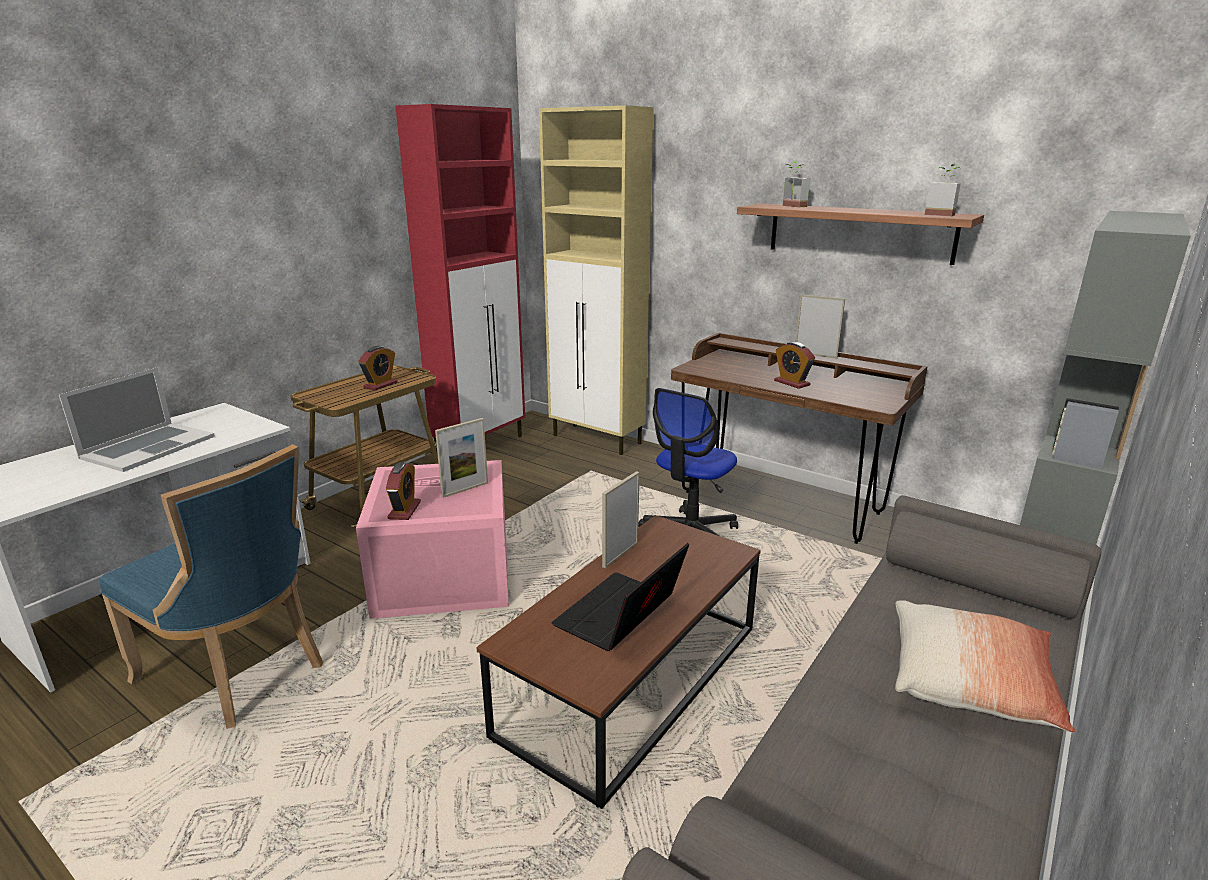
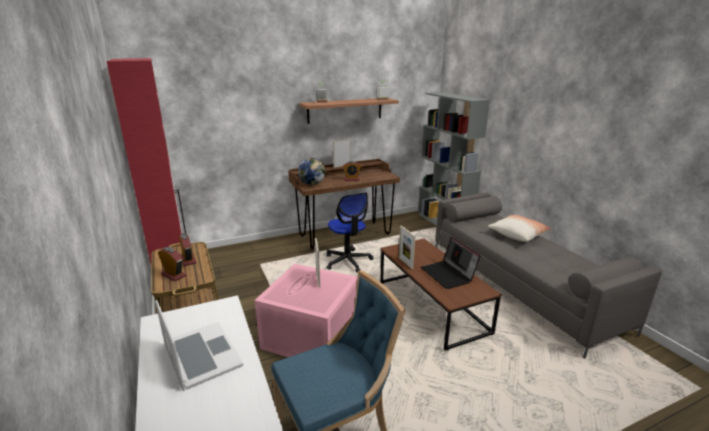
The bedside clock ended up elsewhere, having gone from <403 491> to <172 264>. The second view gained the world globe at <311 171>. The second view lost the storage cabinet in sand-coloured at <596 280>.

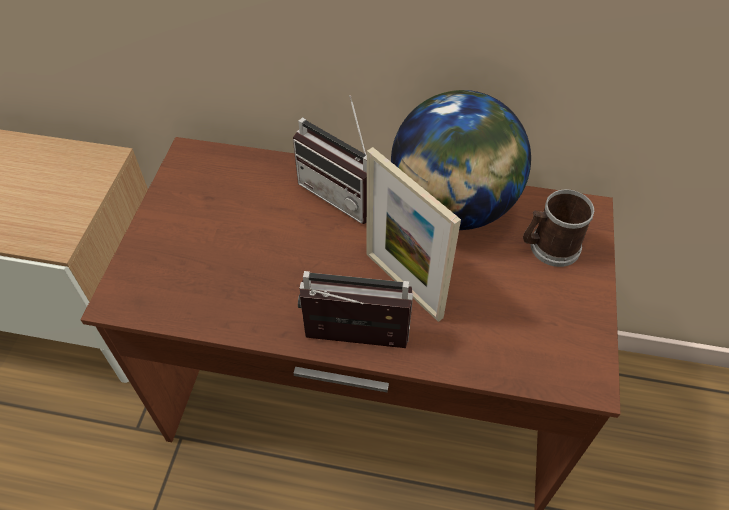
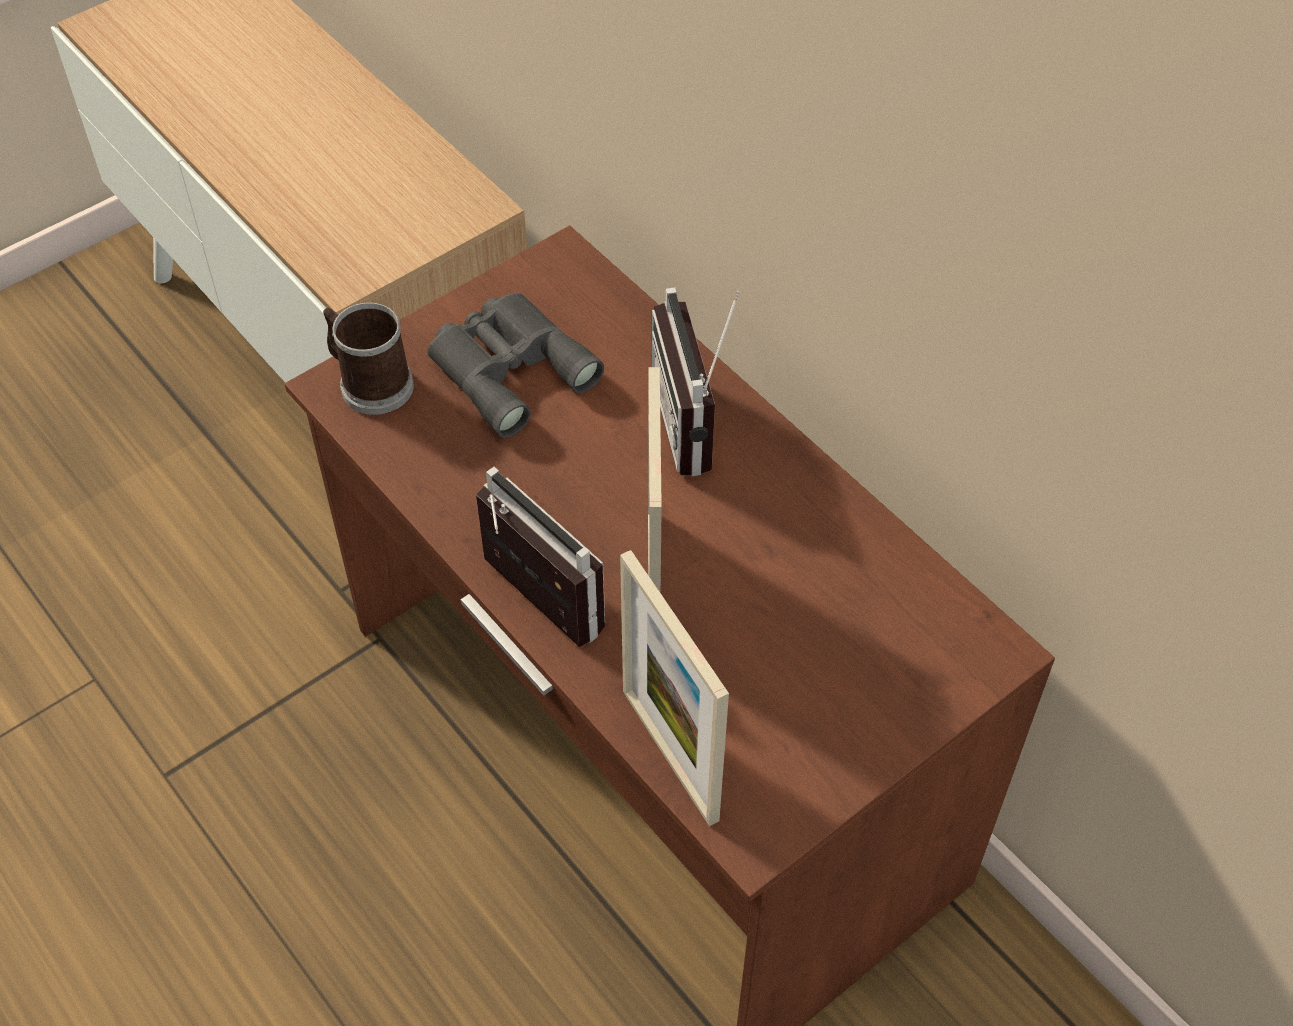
The mug ended up elsewhere, having gone from <558 228> to <368 358>. The second view gained the pair of binoculars in greyish at <515 365>. The second view gained the standing frame at <674 688>. The second view lost the world globe at <461 160>.

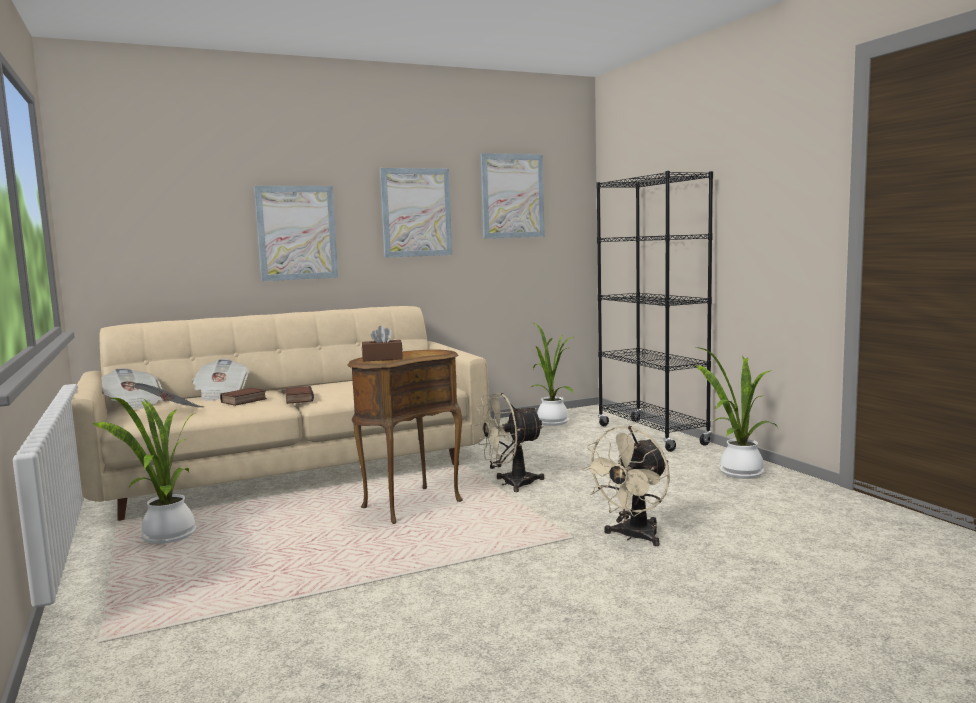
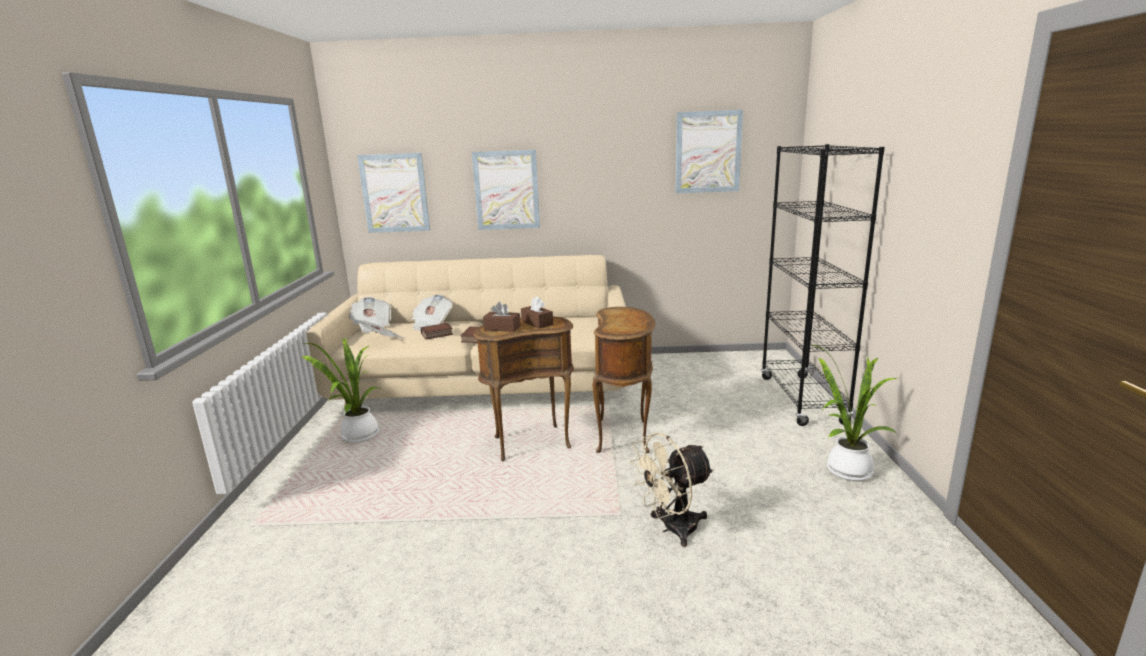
The wall art ended up elsewhere, having gone from <416 213> to <393 193>. The second view gained the box of tissues in brown at <537 312>. Where the cooling fan in sand-coloured stood at <509 442>, the accent table in brown came to stand at <624 380>. The second view lost the houseplant at <552 374>.

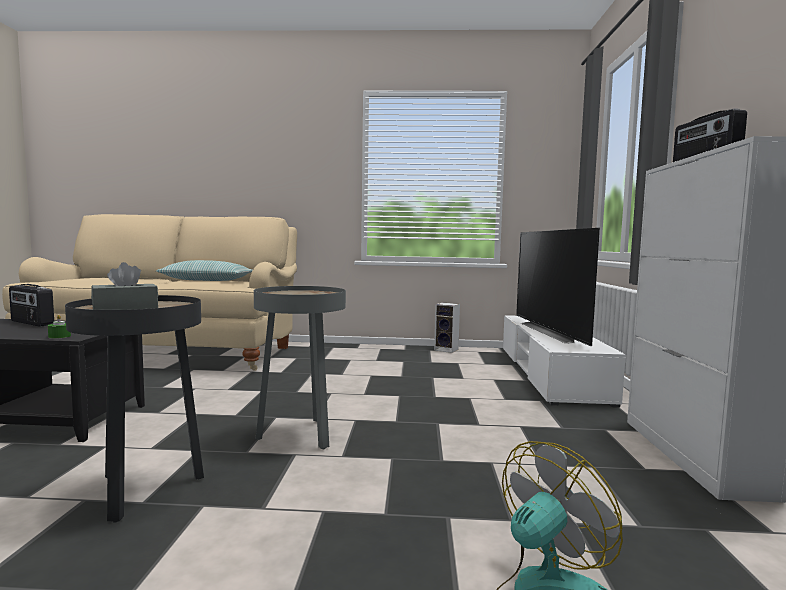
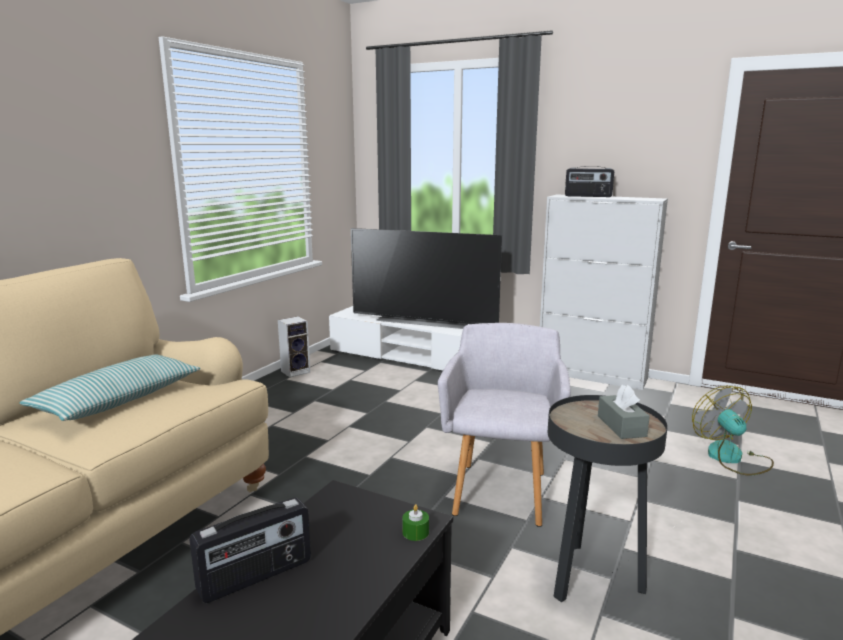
Where the accent table in greyish stood at <300 367>, the easy chair in greyish came to stand at <504 425>.

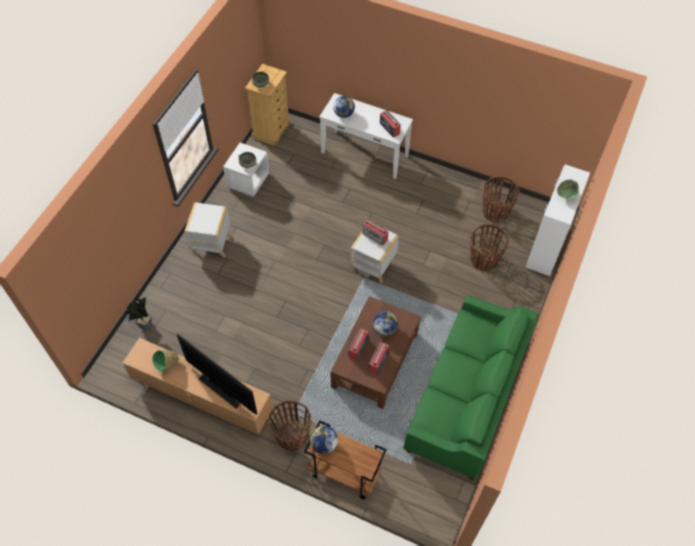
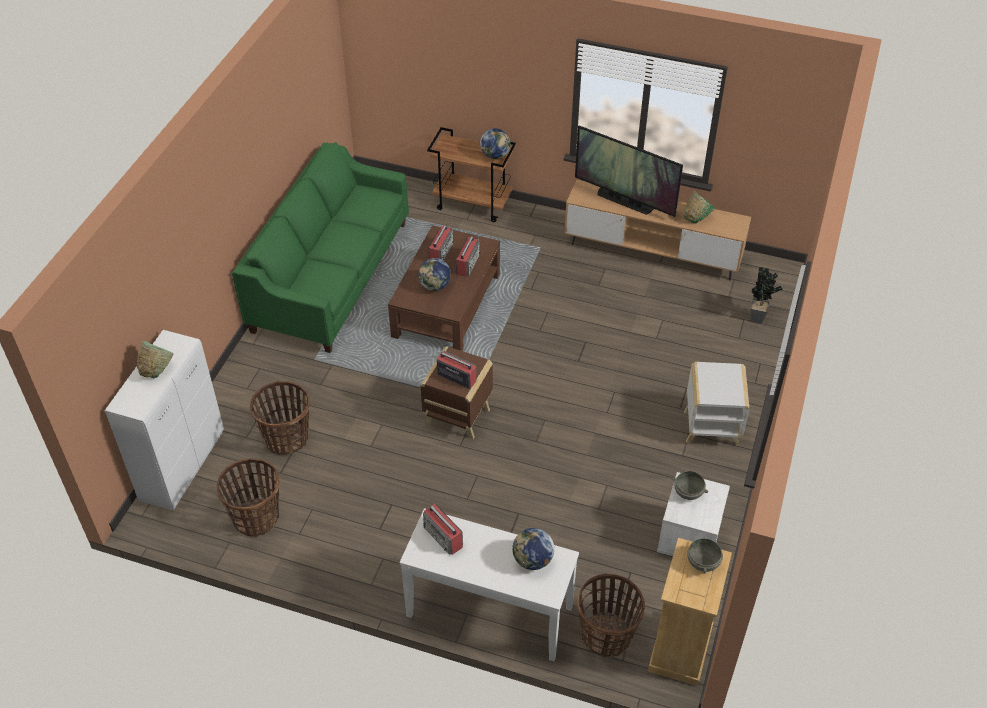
What was the accent table in whitish at <374 256> turned into the accent table in brown at <457 392>. The storage basket ended up elsewhere, having gone from <290 425> to <611 615>.

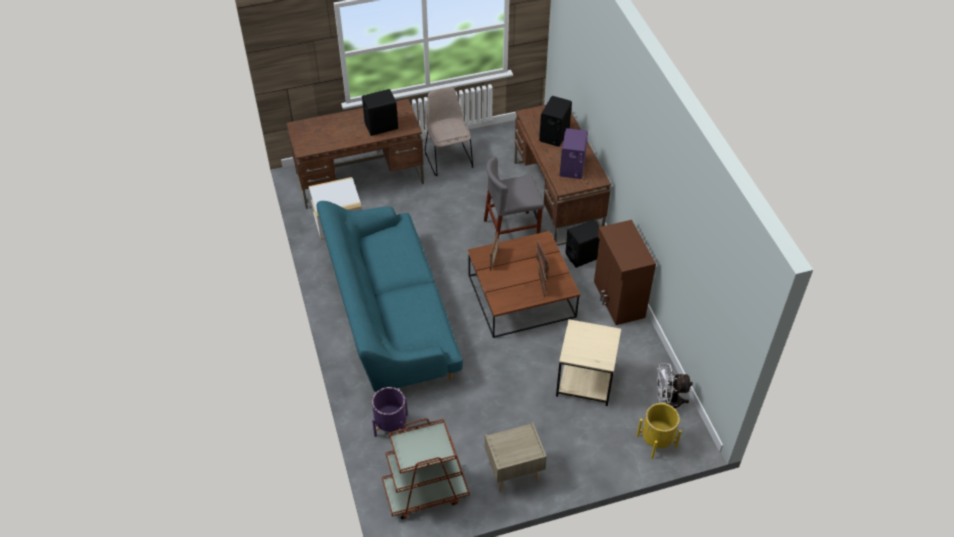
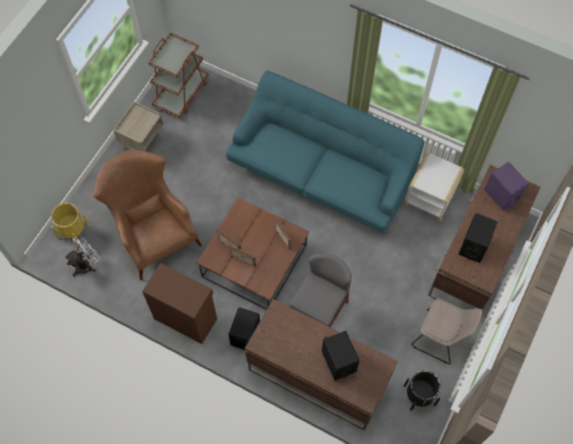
Where the accent table in sand-coloured stood at <588 362>, the easy chair in brown came to stand at <147 215>. The second view gained the planter in black-coloured at <422 390>. The loudspeaker in purplish ended up elsewhere, having gone from <574 153> to <506 186>. The second view lost the planter in purplish at <390 412>.

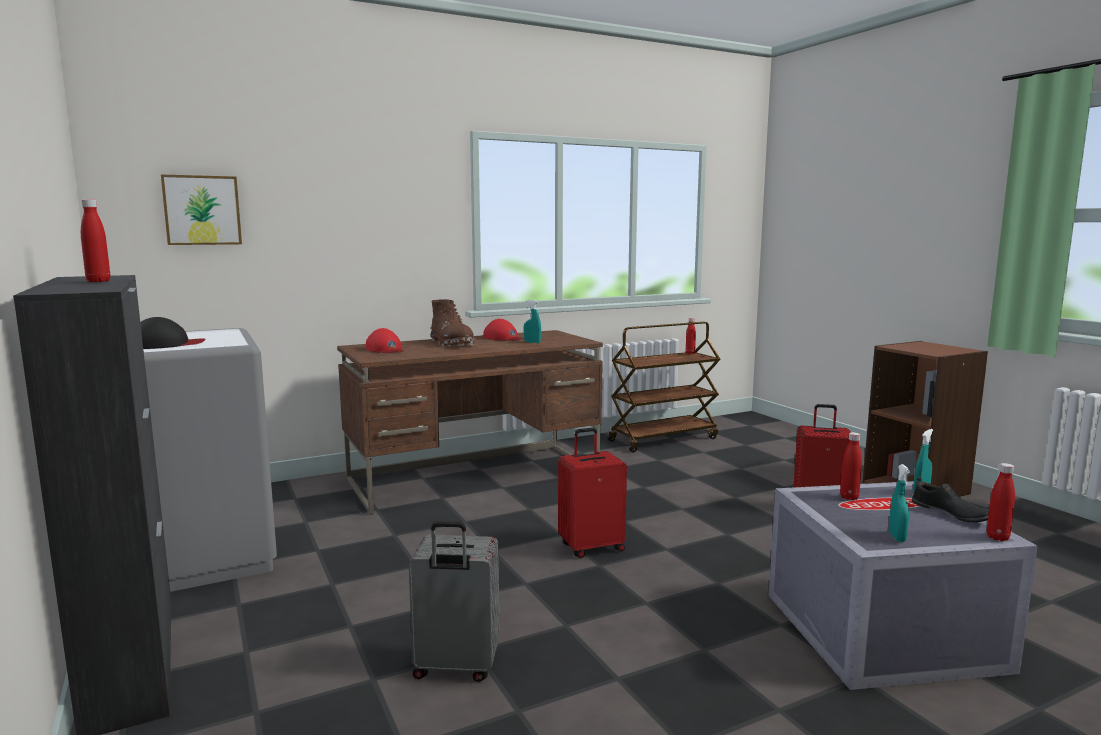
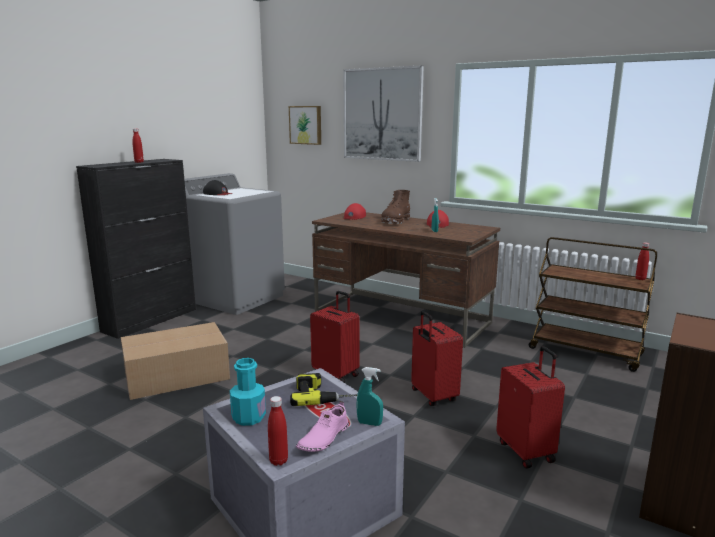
Where the travel case in greyish stood at <454 601>, the packing box came to stand at <175 361>. Where the spray bottle in blue-green stood at <899 503>, the bottle in blue-green came to stand at <248 392>. Where the bottle in reddish stood at <851 466>, the power drill came to stand at <324 389>. What was the item of footwear in black-coloured at <950 499> turned into the item of footwear in pink-coloured at <322 426>. The second view gained the wall art at <383 113>. The second view gained the travel case in reddish at <437 358>.

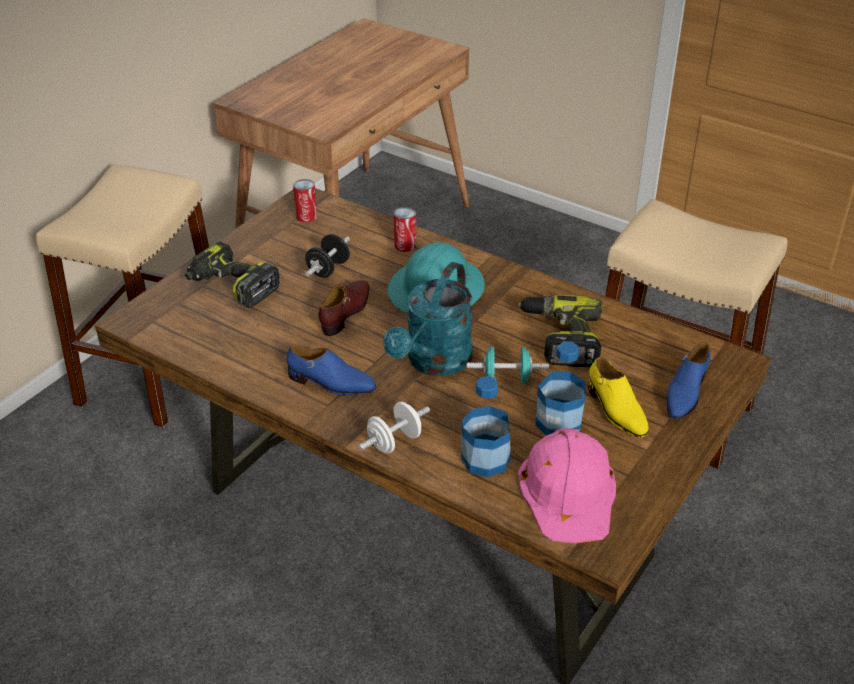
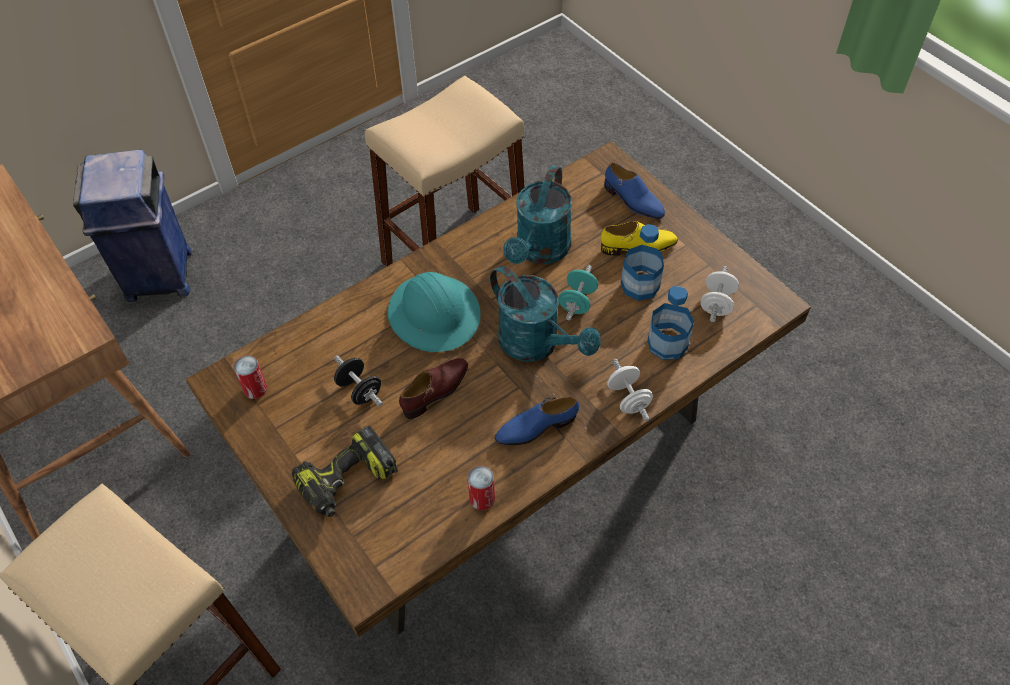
The second view gained the waste bin in blue at <132 226>. The item of footwear in brown at <344 308> ended up facing another way, 90 degrees clockwise from before. The sealed can ended up elsewhere, having gone from <405 229> to <481 488>. The item of footwear in blue at <331 370> ended up facing another way, 150 degrees counterclockwise from before. Where the power drill stood at <560 331>, the watering can in blue-green came to stand at <537 214>. Where the safety helmet in pink-coloured stood at <567 485>, the dumbbell in whitish came to stand at <720 294>.

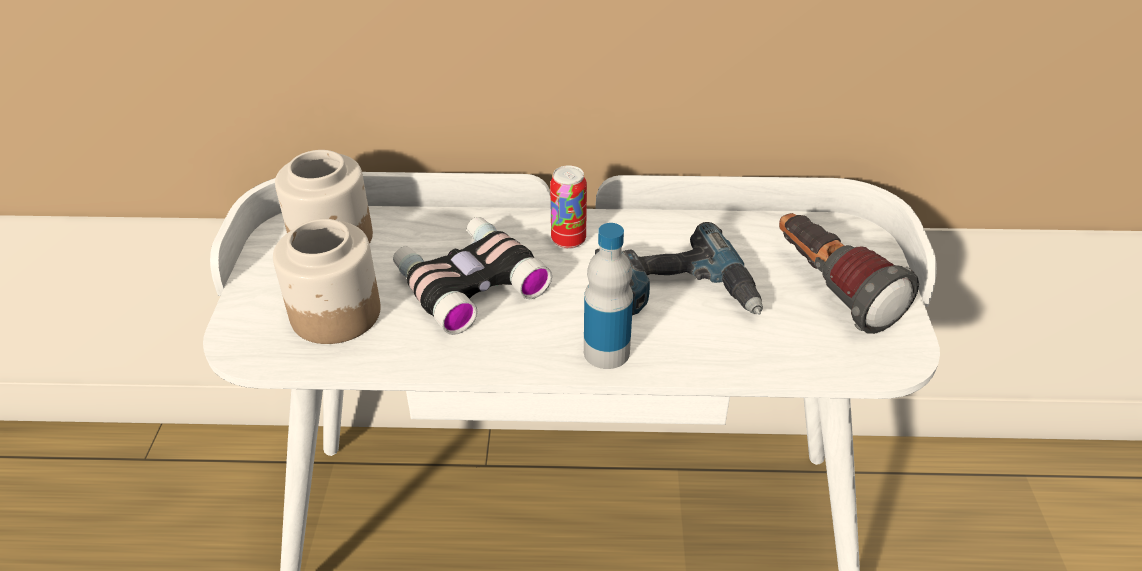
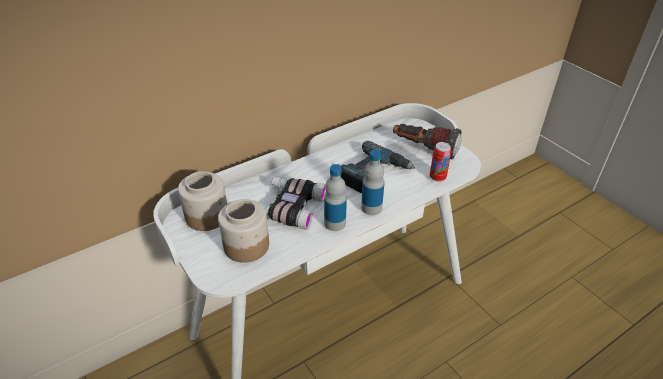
The second view gained the bottle at <335 197>. The sealed can ended up elsewhere, having gone from <568 207> to <440 162>.

